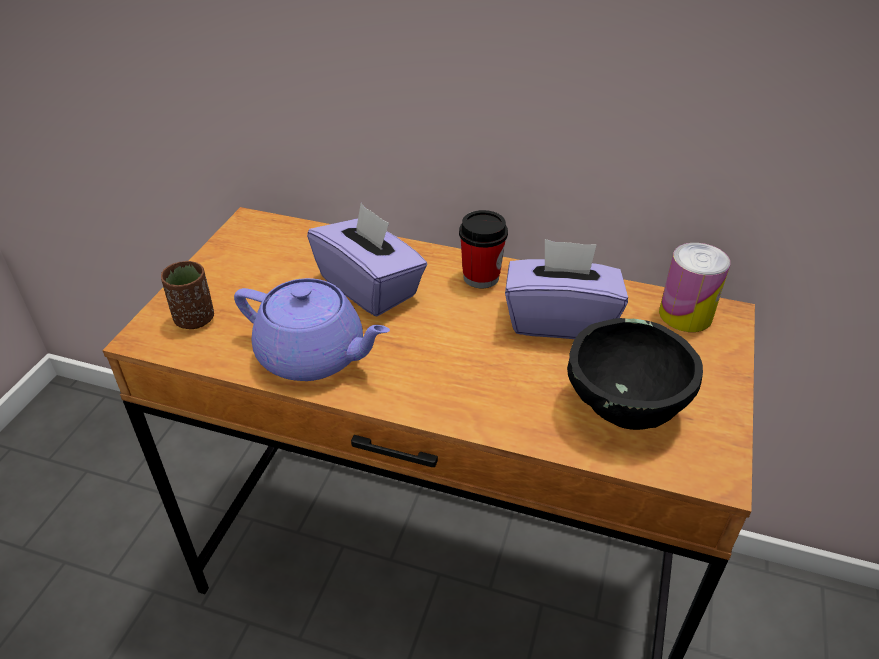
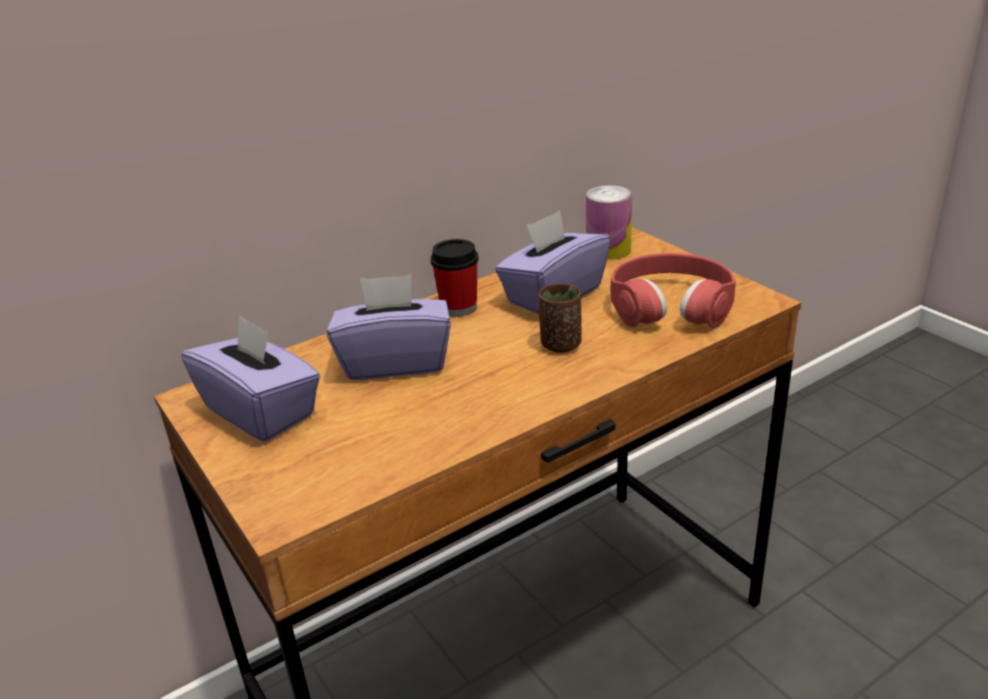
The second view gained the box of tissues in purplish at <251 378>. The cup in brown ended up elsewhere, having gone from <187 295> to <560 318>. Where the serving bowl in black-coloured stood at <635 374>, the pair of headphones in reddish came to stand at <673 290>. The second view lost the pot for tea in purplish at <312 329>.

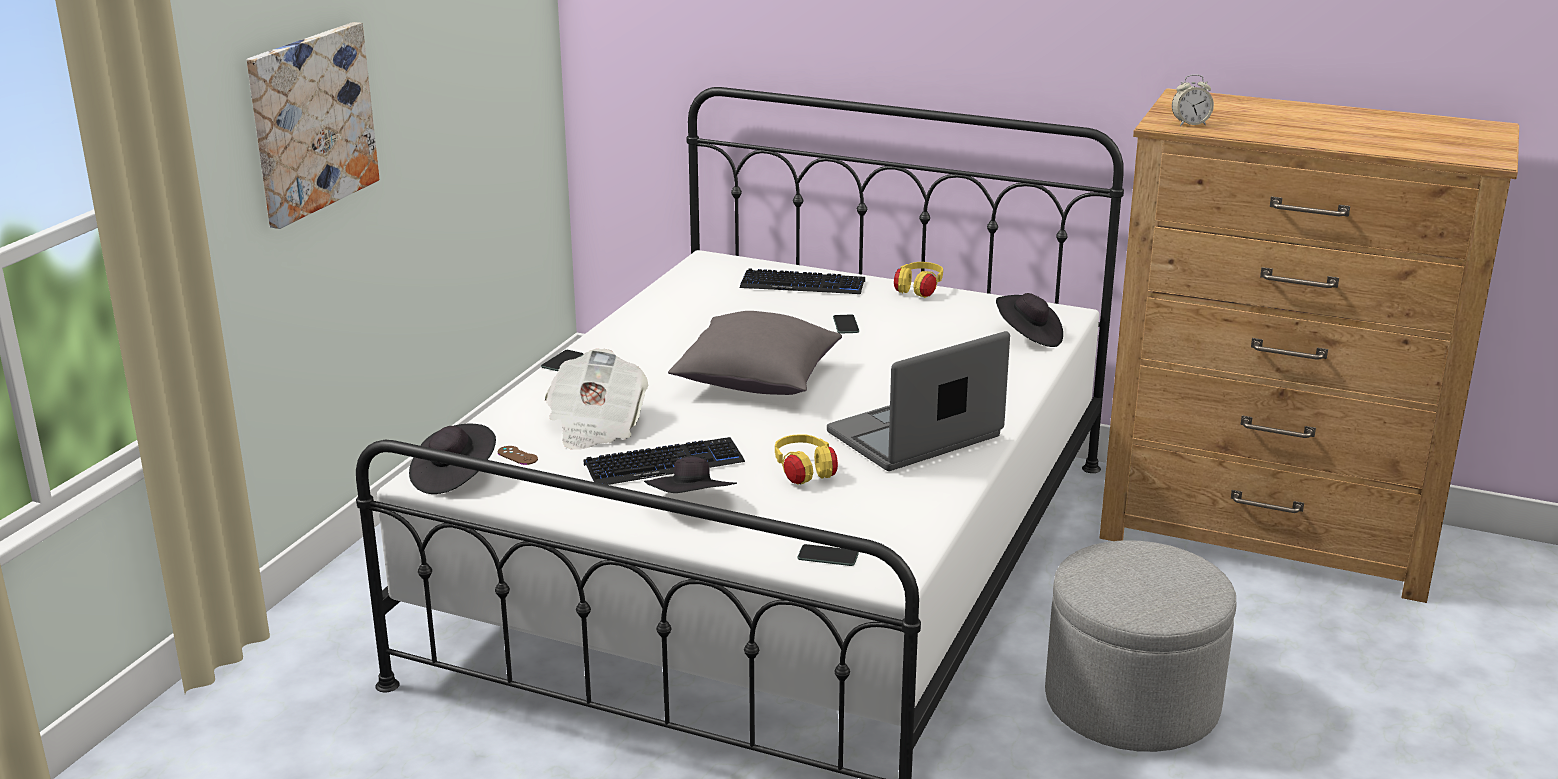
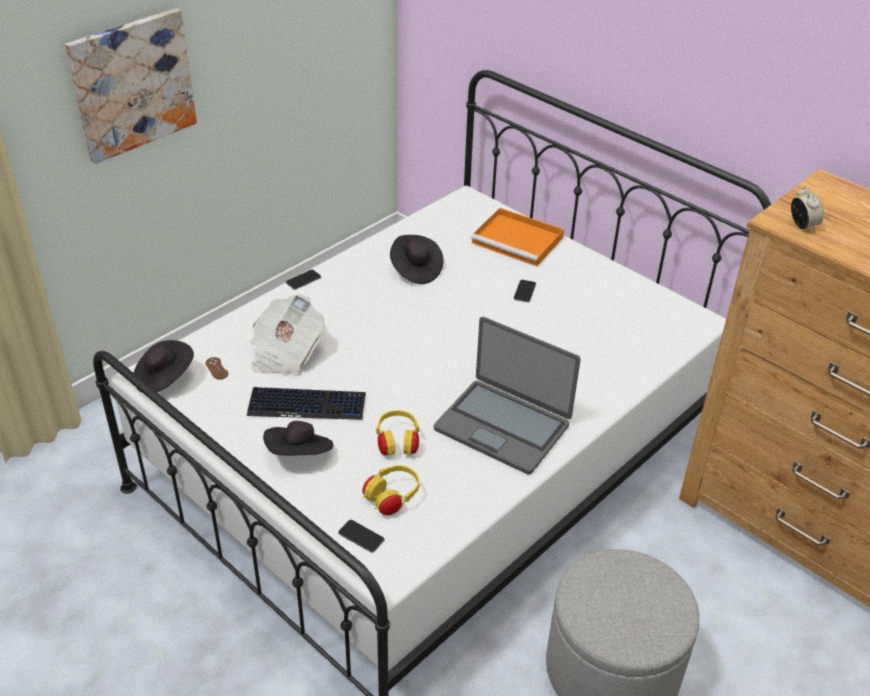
The pair of headphones in yellow ended up elsewhere, having gone from <918 280> to <391 490>. The clothing hat in black-coloured ended up elsewhere, having gone from <1029 320> to <417 259>. The laptop at <918 401> ended up facing another way, 135 degrees counterclockwise from before. Where the PC keyboard stood at <802 281>, the serving tray in orange-coloured came to stand at <517 237>. The bedside clock at <1193 100> ended up facing another way, 120 degrees counterclockwise from before. The second view lost the cushion in greyish at <755 353>.

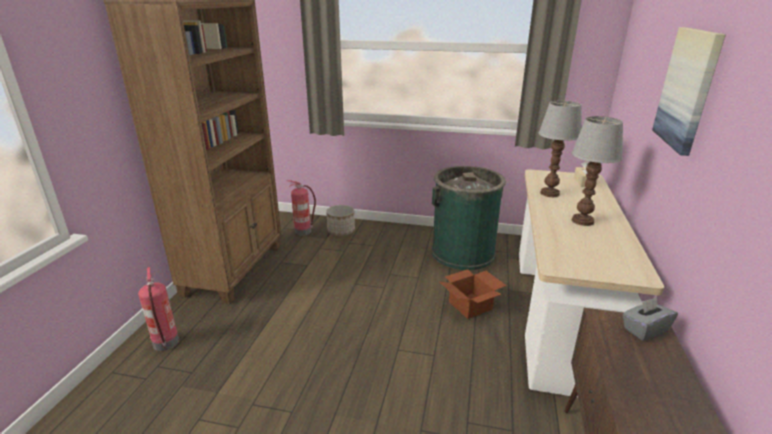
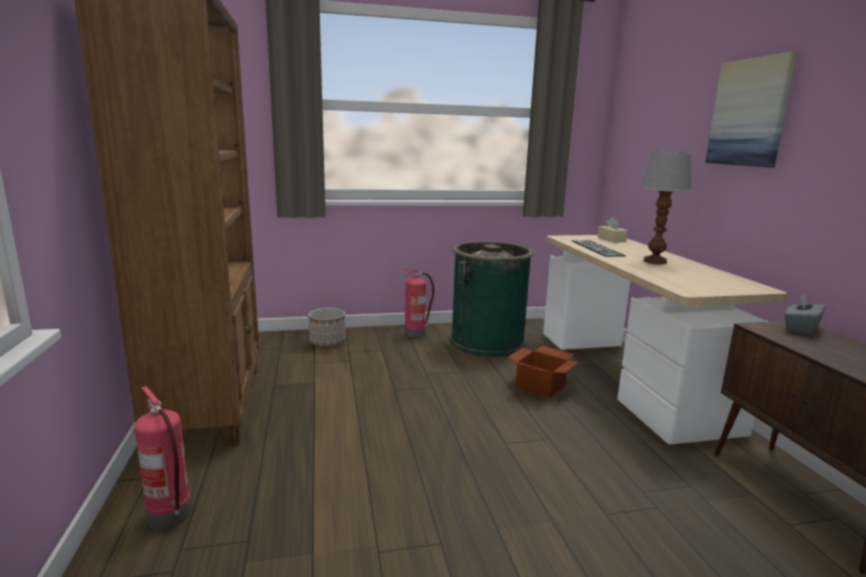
The fire extinguisher ended up elsewhere, having gone from <302 208> to <418 302>. Where the table lamp stood at <560 149>, the PC keyboard came to stand at <599 248>.

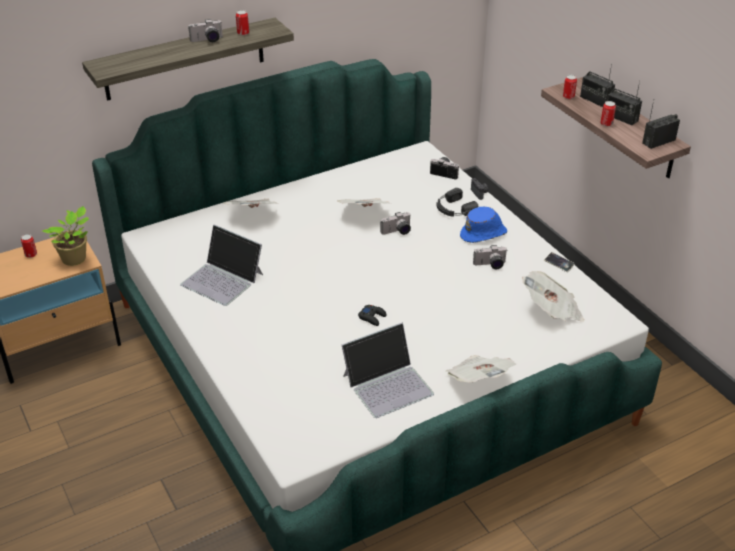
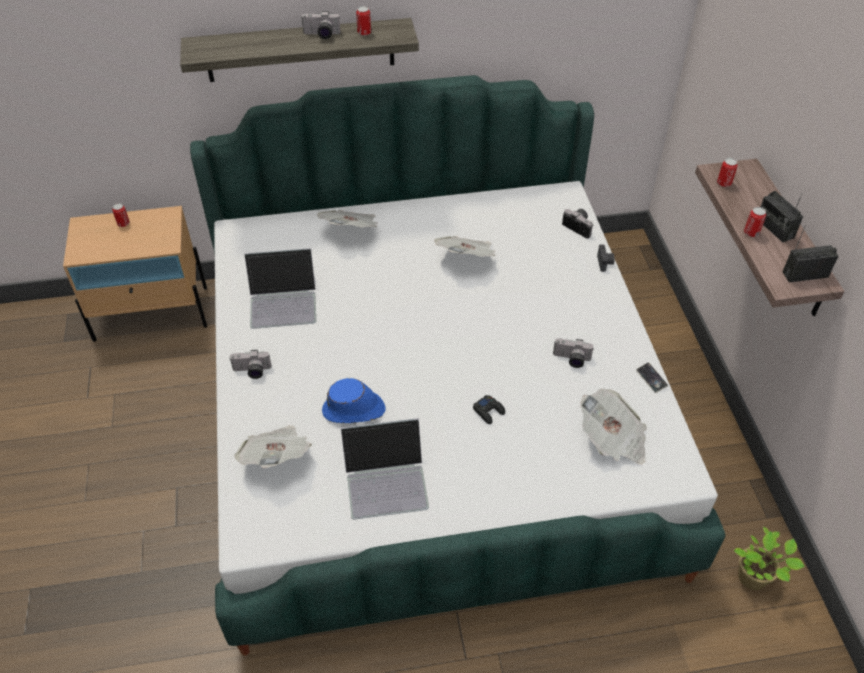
The photo camera ended up elsewhere, having gone from <396 223> to <251 364>. The daily paper ended up elsewhere, having gone from <481 368> to <273 446>. The laptop at <221 265> ended up facing another way, 60 degrees counterclockwise from before. The clothing hat in blue ended up elsewhere, having gone from <483 225> to <354 400>. The joypad in black-coloured ended up elsewhere, having gone from <372 315> to <489 409>. The houseplant ended up elsewhere, having gone from <65 236> to <769 558>. The second view lost the pair of headphones in black-coloured at <457 202>. The second view lost the radio at <597 85>.

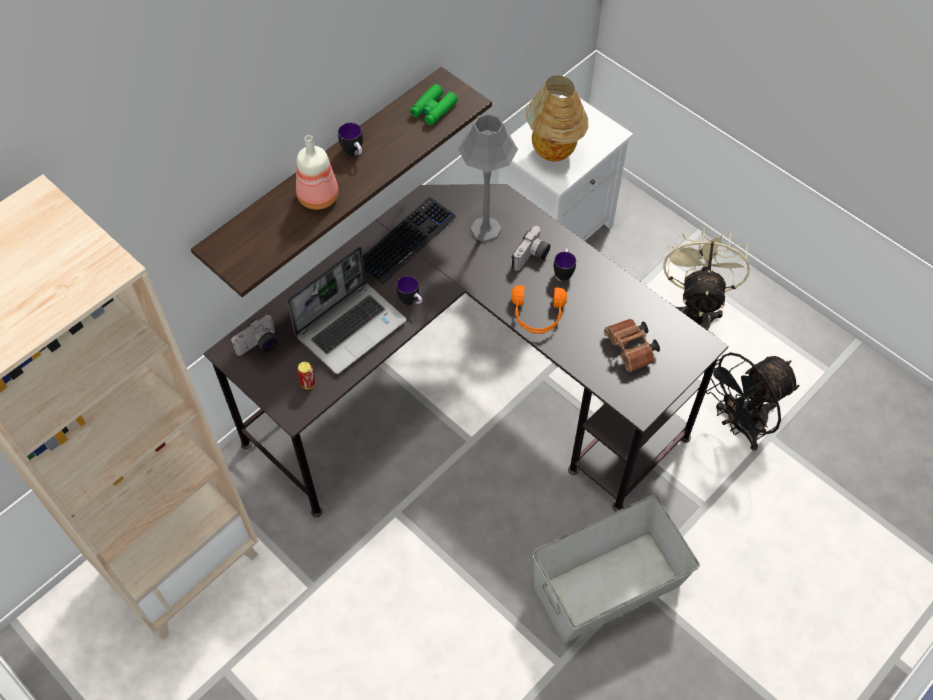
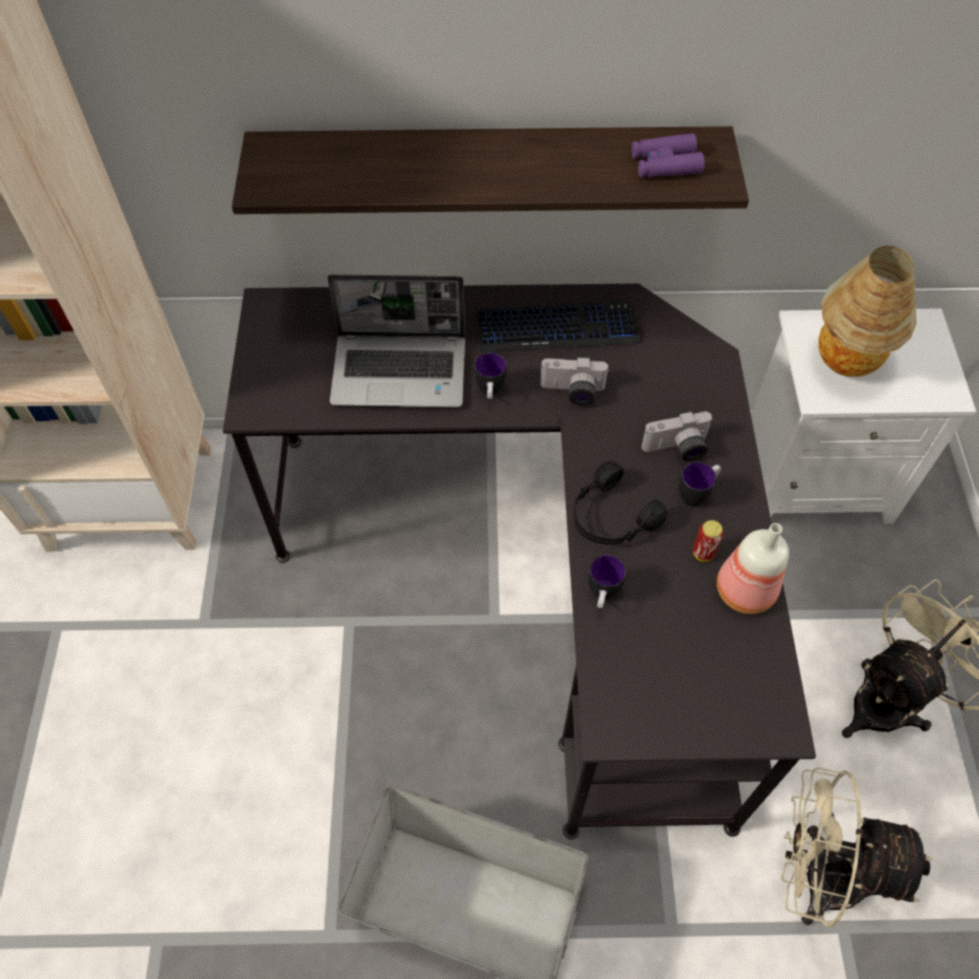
The photo camera ended up elsewhere, having gone from <254 335> to <574 381>. What was the pair of headphones in orange-coloured at <539 309> turned into the pair of headphones in black-coloured at <620 503>. The mug ended up elsewhere, having gone from <350 139> to <607 581>. What was the pair of binoculars in green-coloured at <434 104> turned into the pair of binoculars in purplish at <668 155>. The sealed can ended up elsewhere, having gone from <306 375> to <708 541>. The bottle ended up elsewhere, having gone from <317 172> to <753 568>. What was the cooling fan in black-coloured at <752 401> turned into the cooling fan in sand-coloured at <857 847>. The second view lost the table lamp in greyish at <488 178>. The second view lost the pair of binoculars in brown at <632 345>.

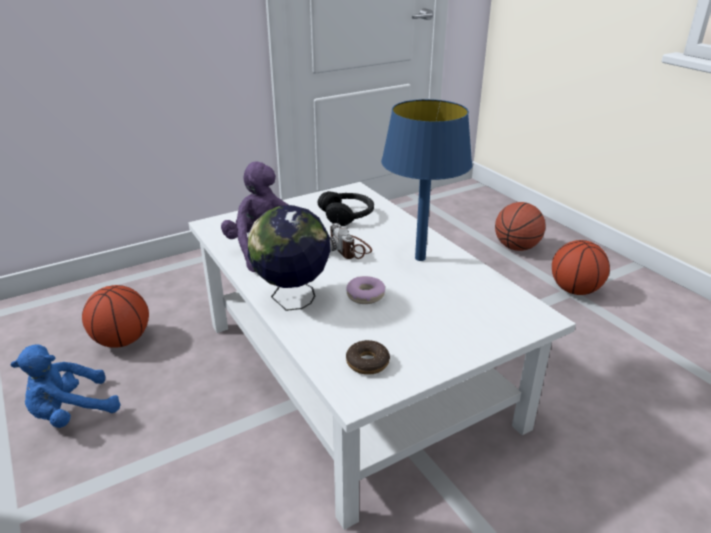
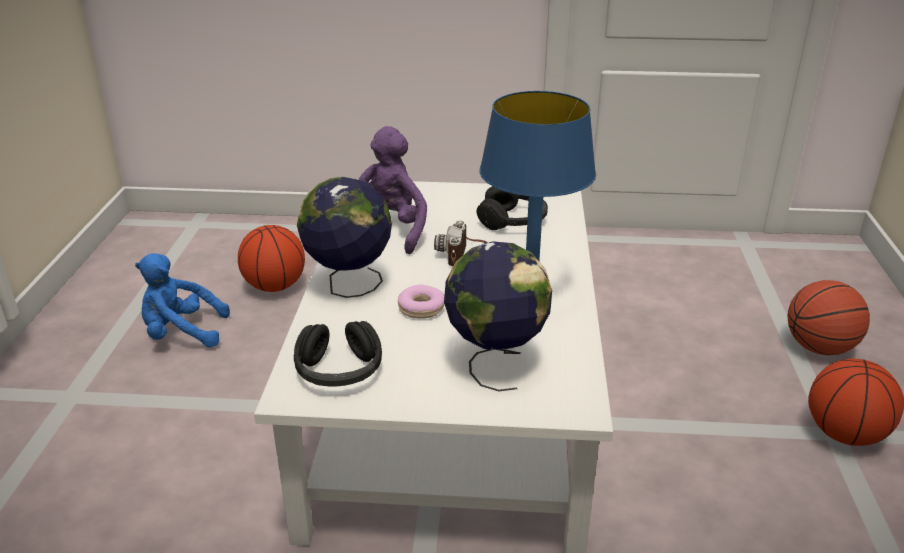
Where the ring doughnut stood at <368 357>, the pair of headphones in black-coloured came to stand at <338 353>. The second view gained the world globe at <498 316>.

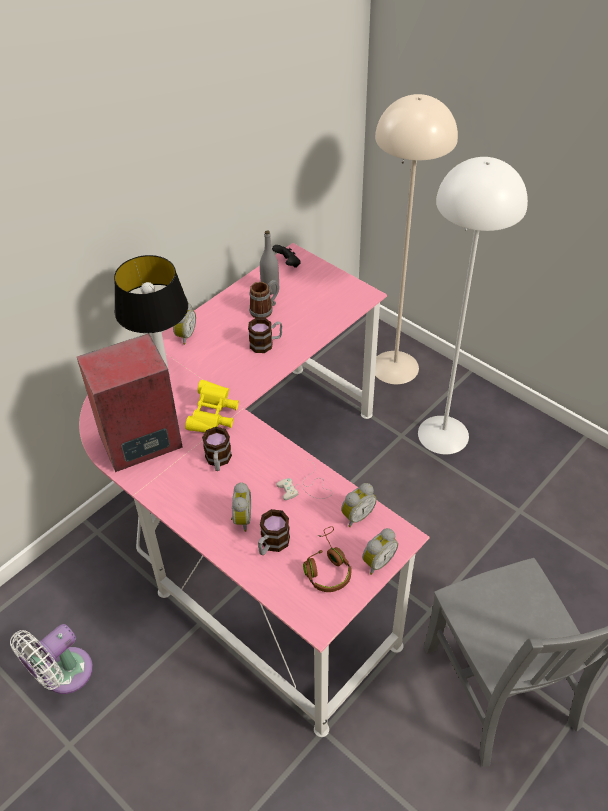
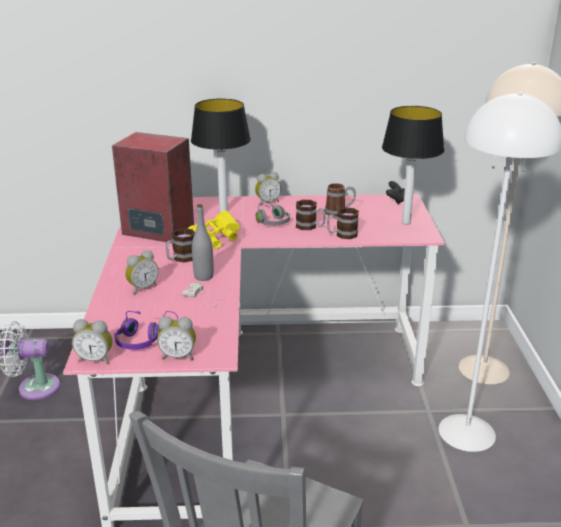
The bedside clock ended up elsewhere, having gone from <359 505> to <92 341>. What was the pair of headphones in brown at <327 559> turned into the pair of headphones in purplish at <146 330>. The bottle in greyish ended up elsewhere, having gone from <269 262> to <203 242>. The second view gained the pair of headphones in greyish at <273 212>. The mug ended up elsewhere, having gone from <274 532> to <343 223>. The second view gained the table lamp at <413 165>.

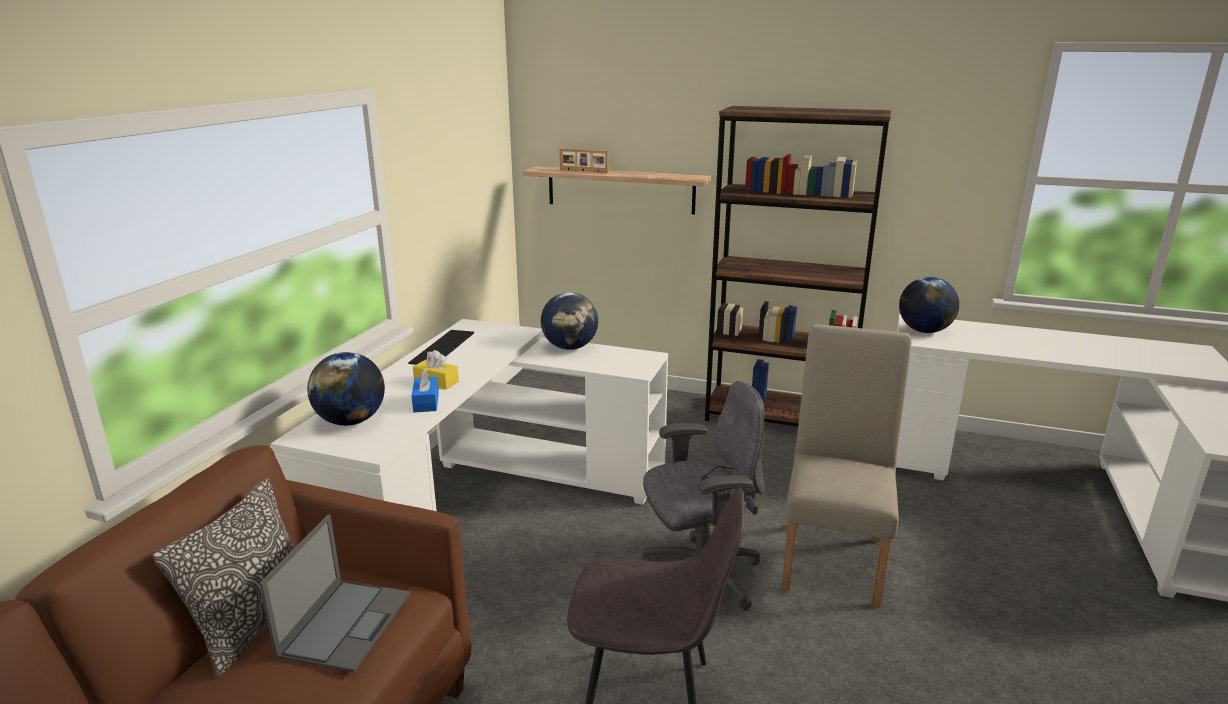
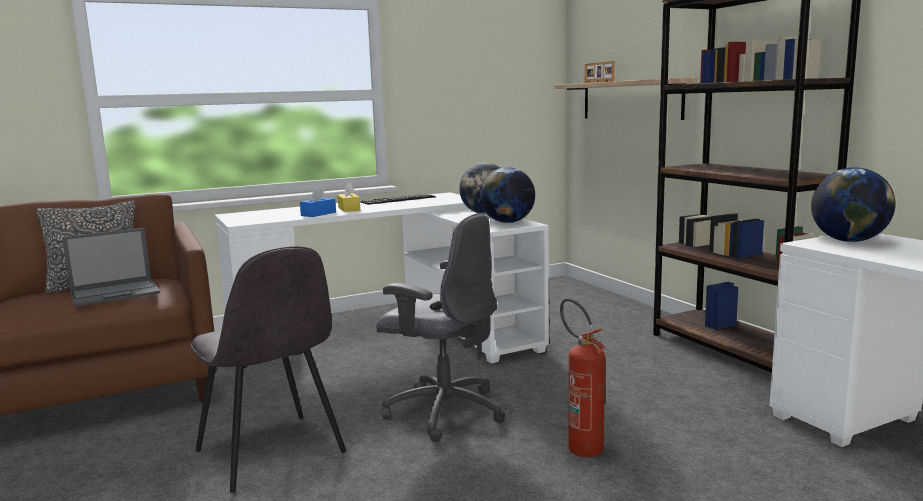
The world globe ended up elsewhere, having gone from <346 389> to <507 195>. Where the chair in sand-coloured stood at <847 466>, the fire extinguisher came to stand at <582 377>.

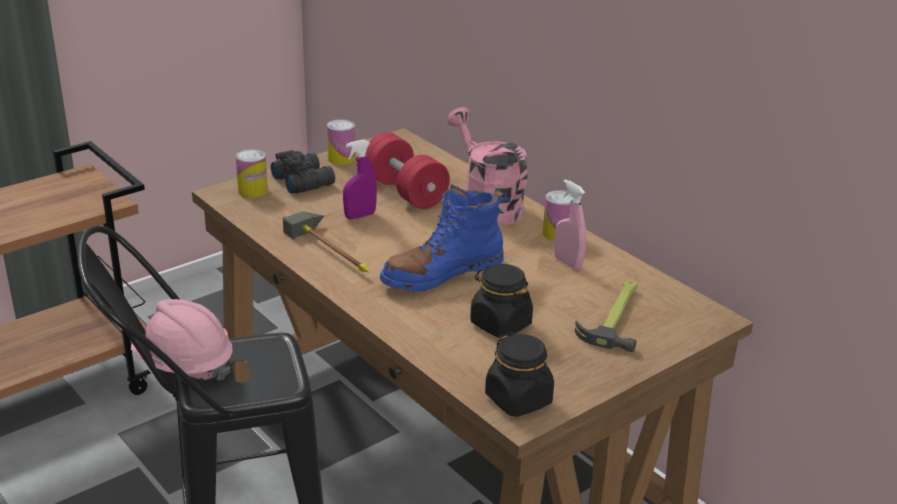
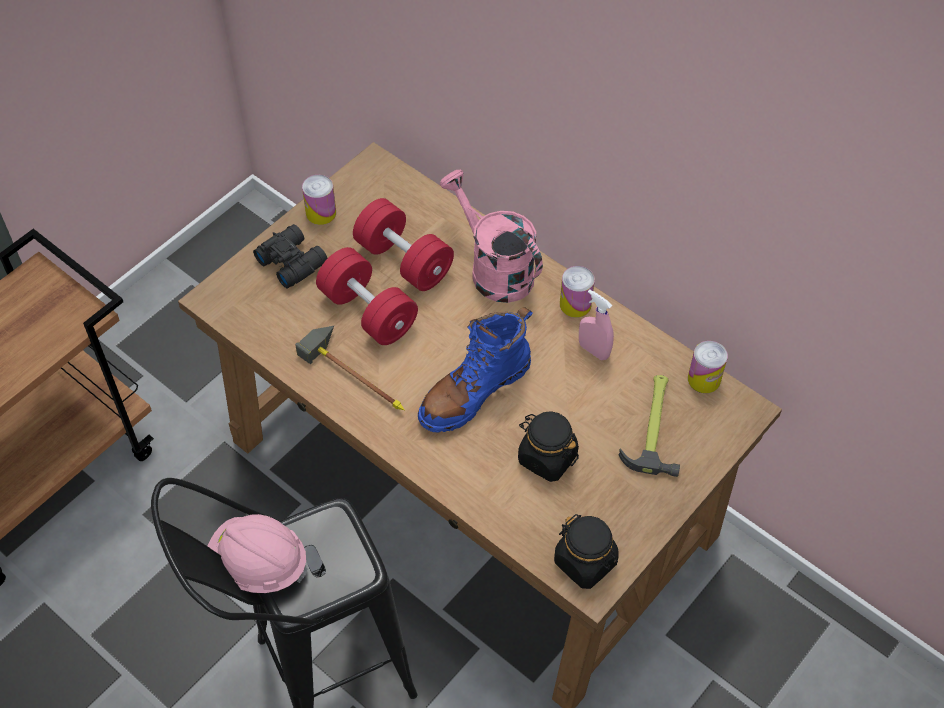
Where the spray bottle in purplish stood at <360 179>, the dumbbell in reddish came to stand at <367 296>. The sealed can ended up elsewhere, having gone from <251 173> to <708 367>.

